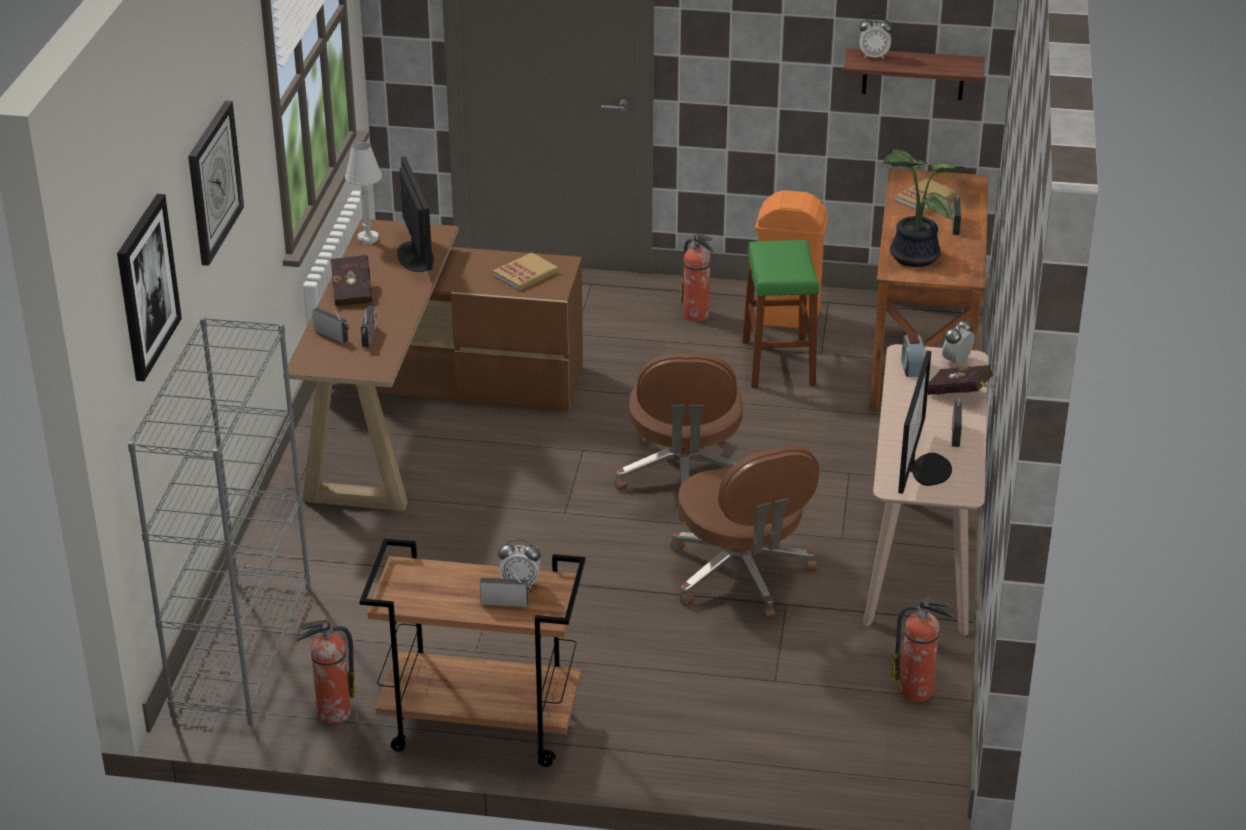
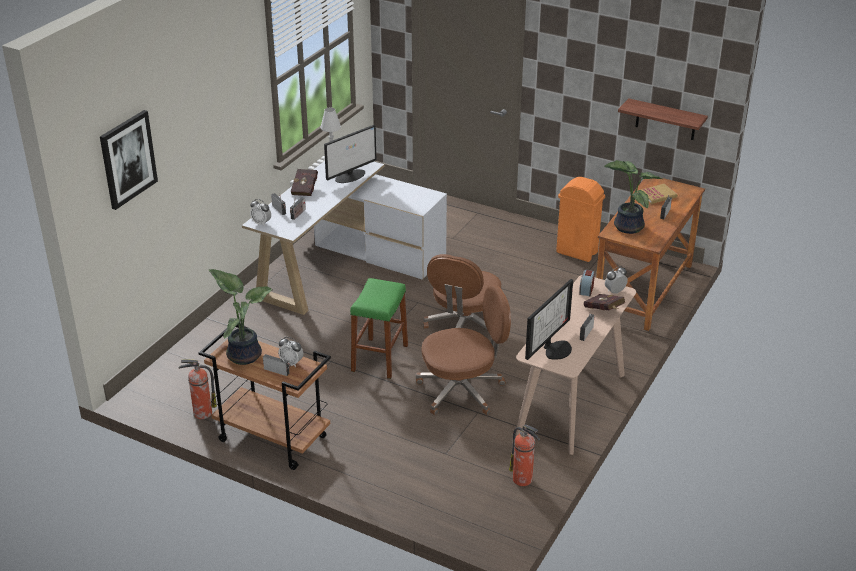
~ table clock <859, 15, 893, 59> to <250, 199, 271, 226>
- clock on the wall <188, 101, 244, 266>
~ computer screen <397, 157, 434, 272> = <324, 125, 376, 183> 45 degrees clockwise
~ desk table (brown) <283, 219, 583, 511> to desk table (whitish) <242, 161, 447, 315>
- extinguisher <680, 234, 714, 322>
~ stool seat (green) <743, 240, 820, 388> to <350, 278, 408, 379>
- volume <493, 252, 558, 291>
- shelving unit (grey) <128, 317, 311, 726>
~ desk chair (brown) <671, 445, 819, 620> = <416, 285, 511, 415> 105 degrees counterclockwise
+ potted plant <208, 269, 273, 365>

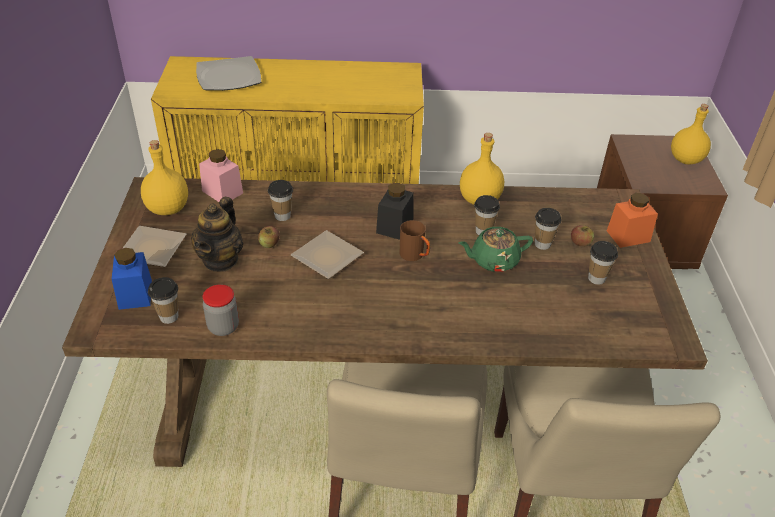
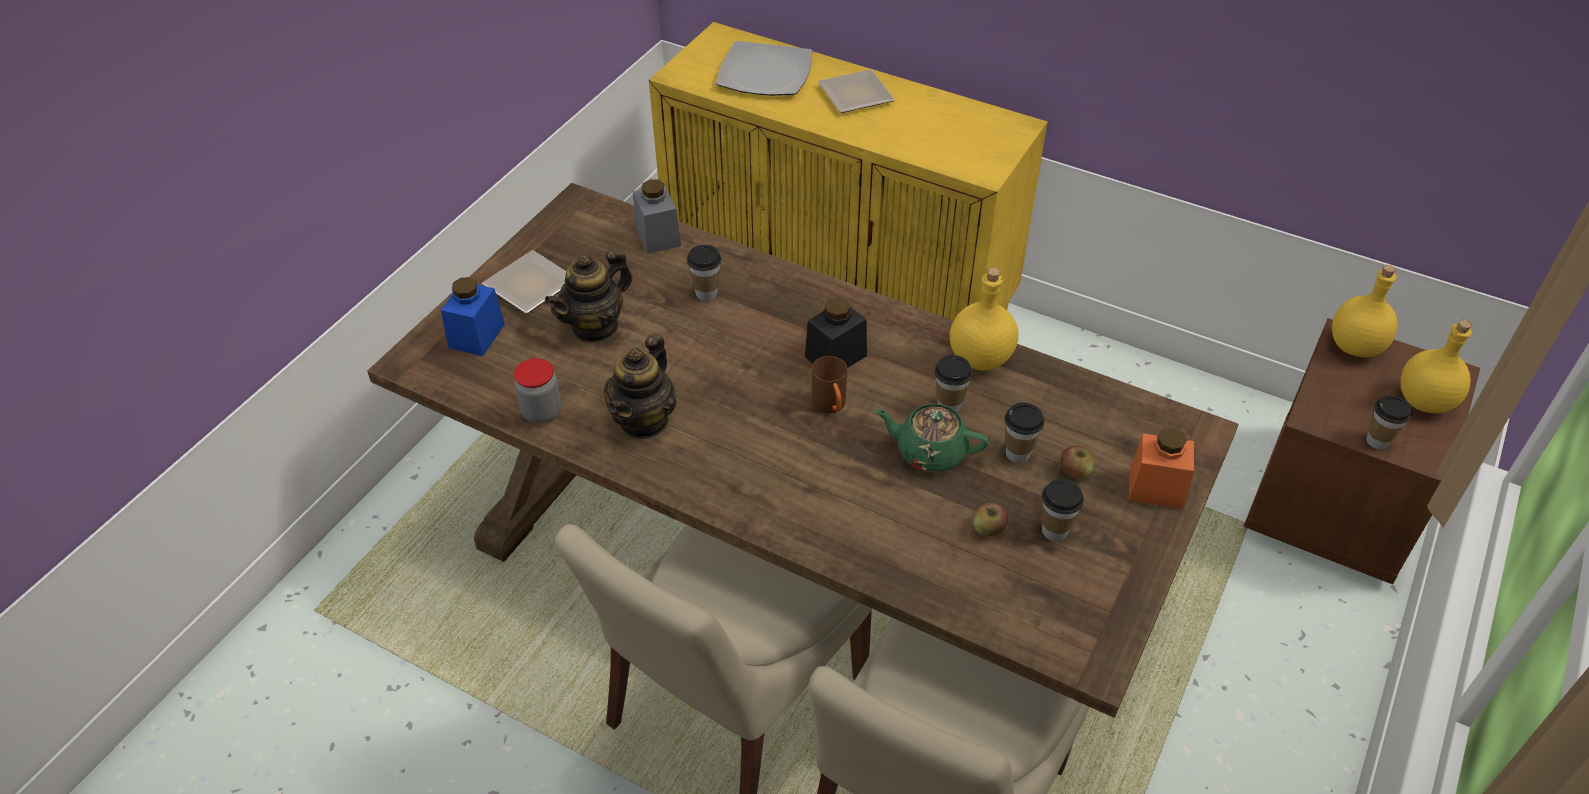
~ drink bottle (yellow) <141, 140, 188, 215> to <1332, 265, 1398, 357>
~ jar (pink) <199, 149, 243, 202> to jar (grey) <633, 179, 681, 254>
~ whole apple <258, 226, 280, 248> to <973, 502, 1008, 537>
~ plate <291, 230, 364, 279> to <818, 69, 895, 113>
~ drinking cup <148, 277, 179, 324> to <1366, 395, 1412, 449>
+ teapot <604, 333, 677, 439>

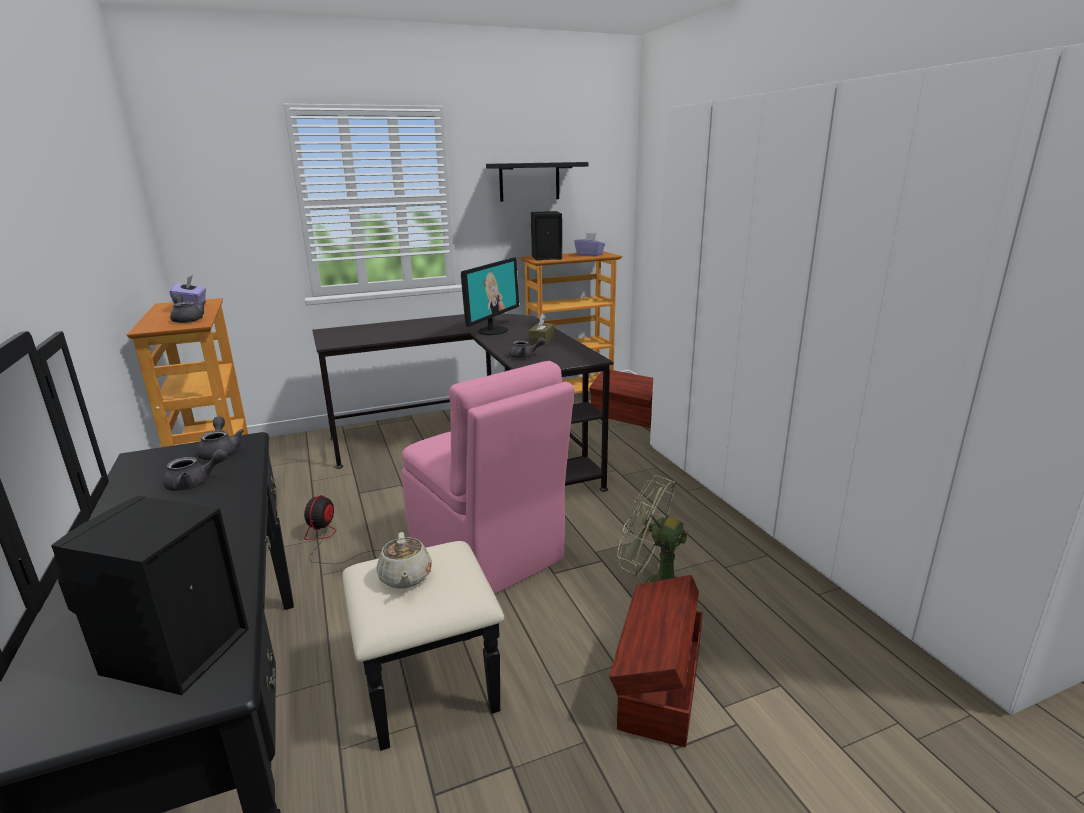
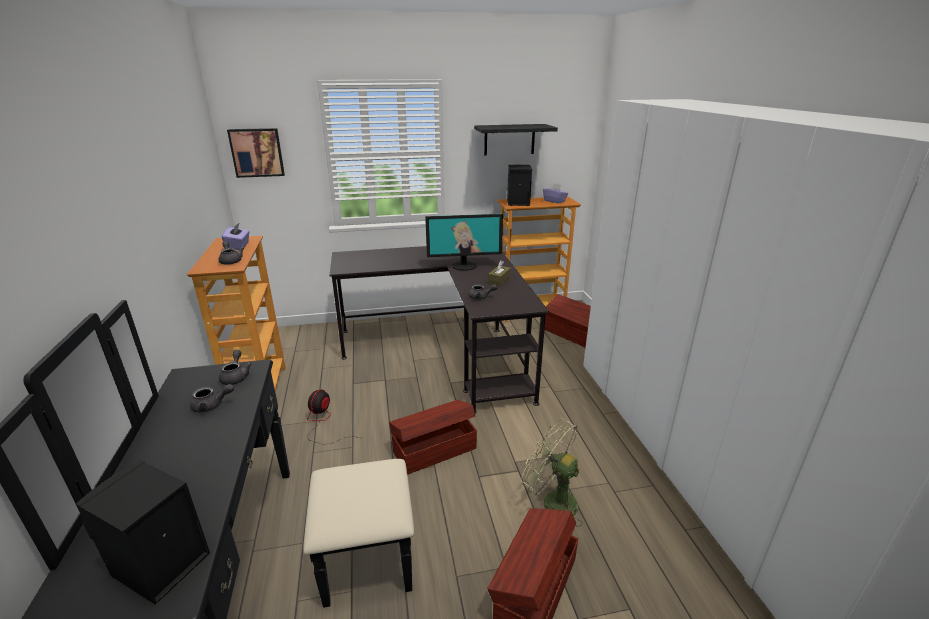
~ computer screen <461, 257, 519, 335> = <425, 214, 503, 271> 45 degrees clockwise
~ plain chair (pink) <401, 361, 575, 594> to storage bin (brown) <389, 400, 477, 475>
- teapot (beige-coloured) <376, 532, 432, 589>
+ wall picture <227, 128, 285, 178>

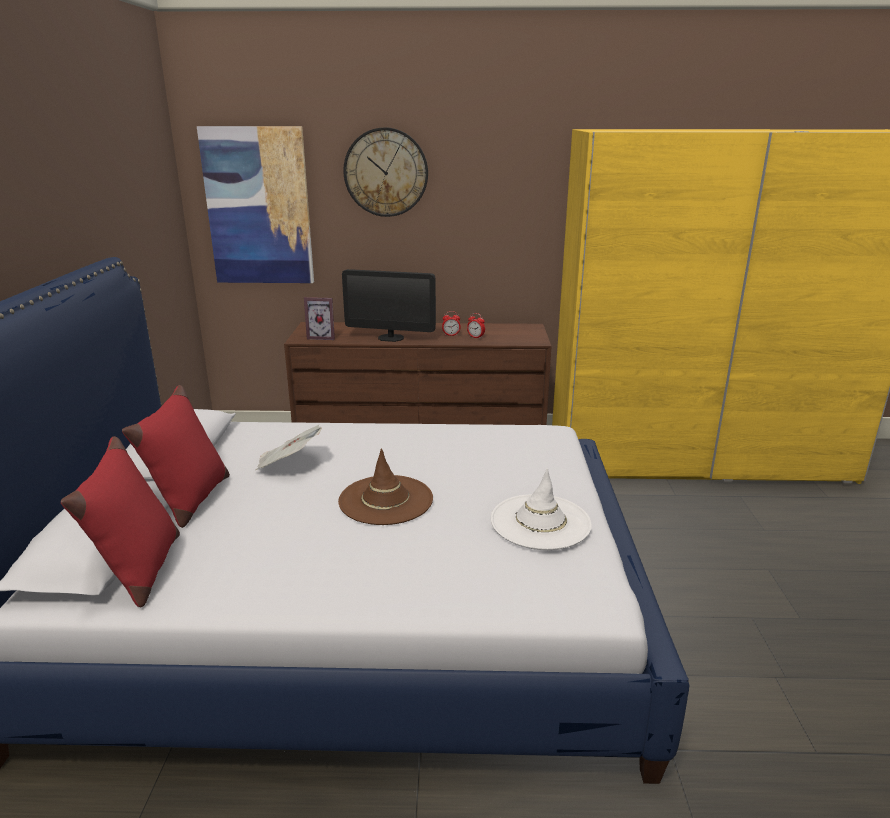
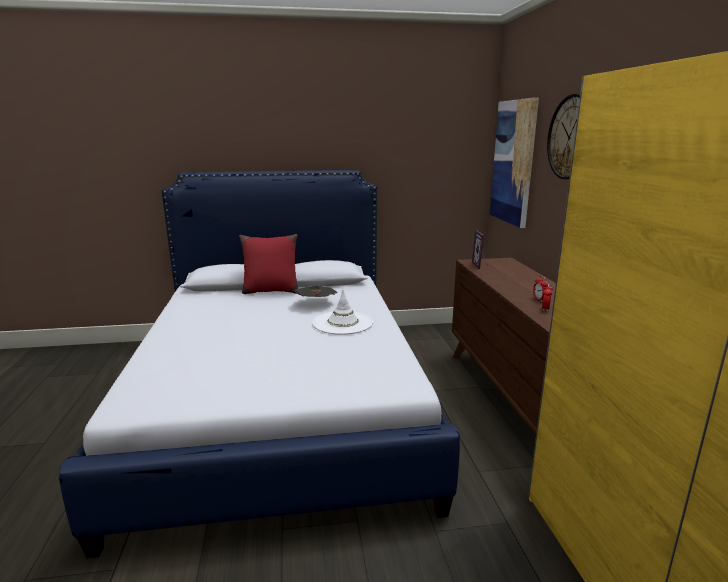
- computer screen <342, 269, 436, 342>
- cushion (reddish) <61, 436, 180, 607>
- hat (brown) <338, 448, 433, 525>
~ hat (whitish) <490, 468, 592, 550> to <313, 289, 373, 335>

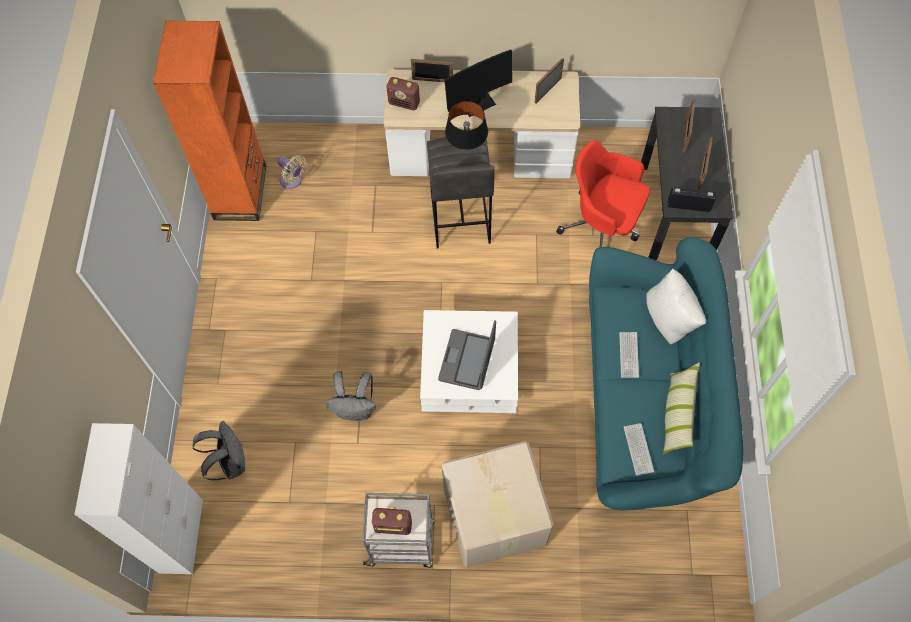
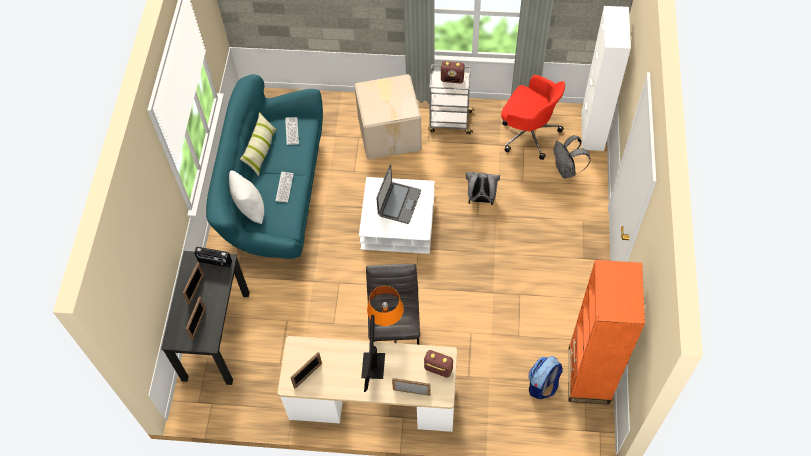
~ computer screen <444, 50, 512, 117> = <361, 314, 385, 392> 60 degrees counterclockwise
~ lamp for a table (black-coloured) <445, 101, 488, 150> to lamp for a table (orange) <367, 286, 404, 326>
~ desk chair (reddish) <556, 140, 650, 247> to <501, 75, 565, 160>
~ fan (beige-coloured) <277, 155, 306, 189> to rucksack <528, 356, 563, 399>

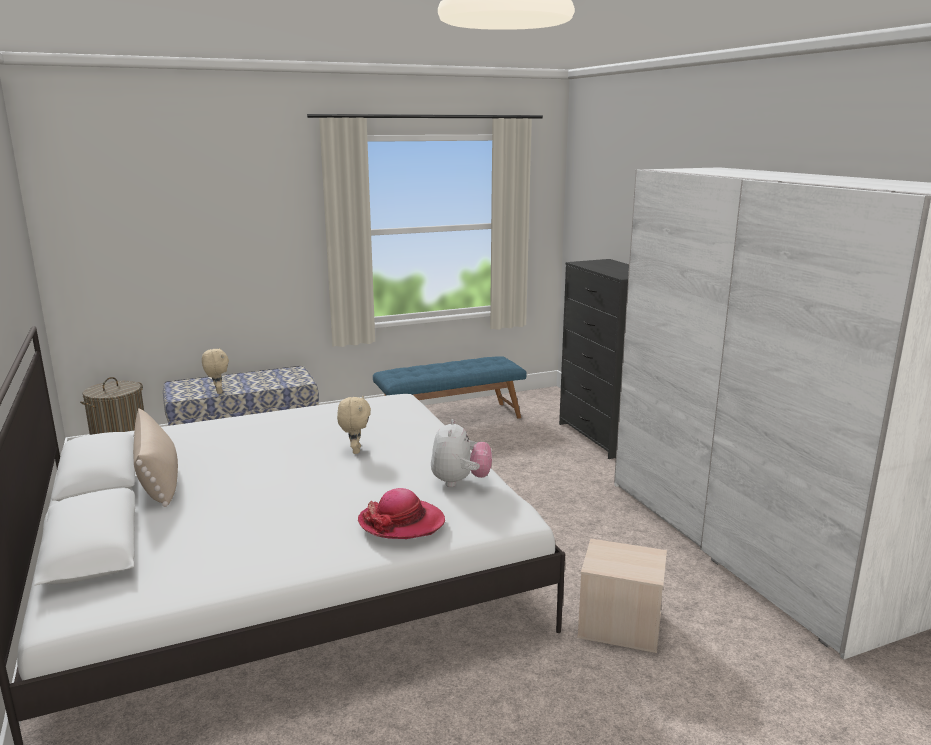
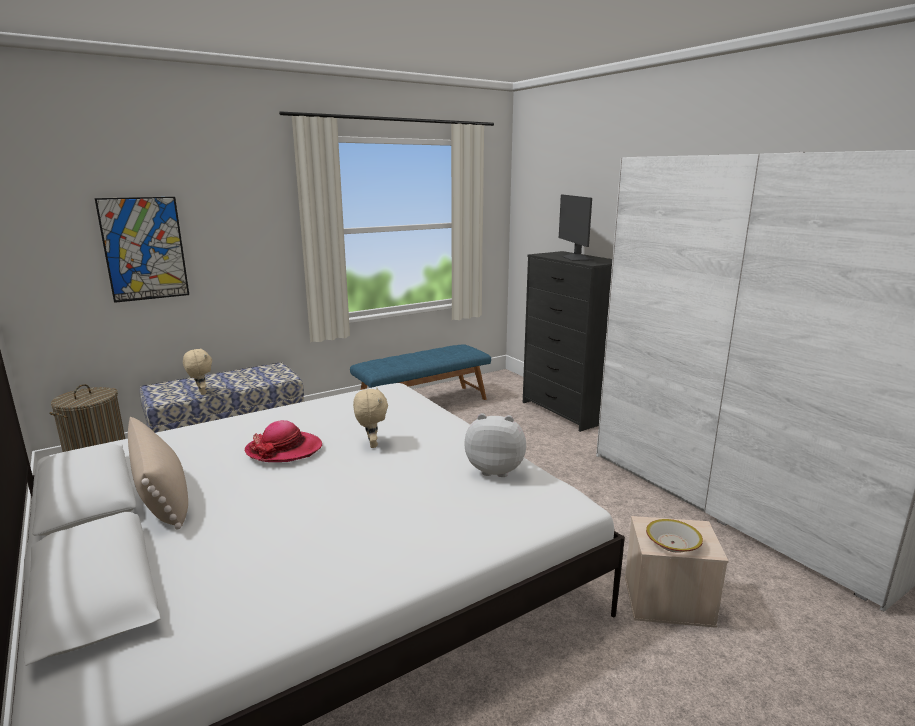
~ soft toy <431, 419, 492, 487> = <464, 413, 526, 477> 75 degrees counterclockwise
~ hat <358, 488, 445, 539> to <245, 420, 322, 462>
+ computer screen <559, 194, 594, 261>
+ wall picture <95, 197, 189, 303>
+ bowl <646, 519, 703, 553>

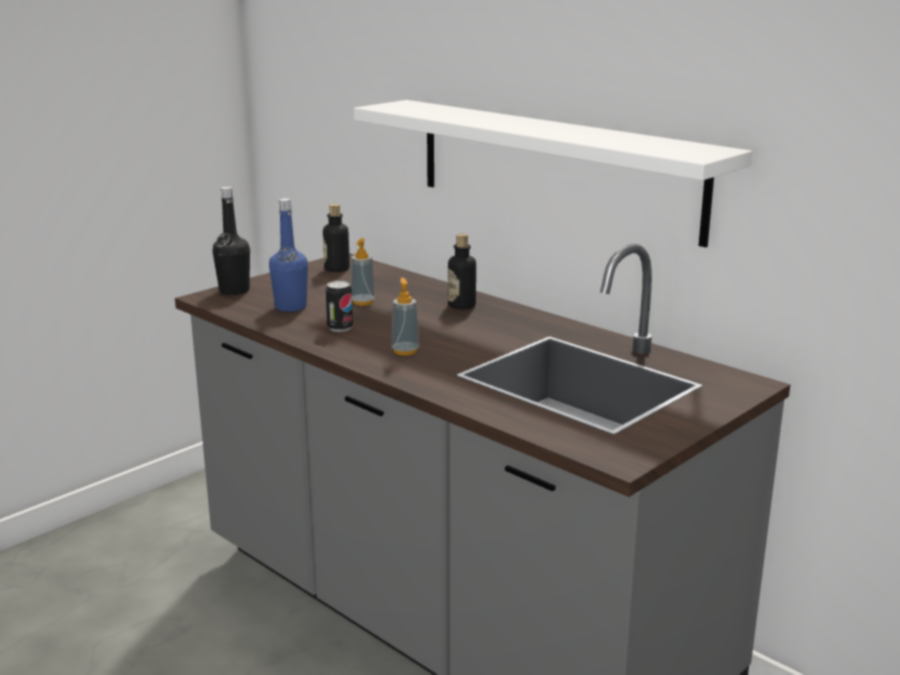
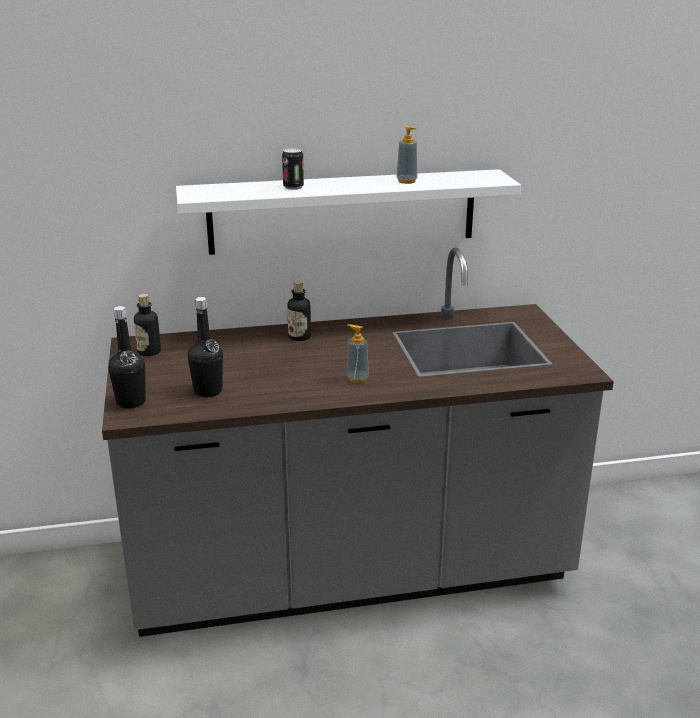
~ drink bottle (blue) <269, 198, 308, 312> to drink bottle (black-coloured) <188, 297, 223, 397>
~ soap dispenser <351, 238, 375, 306> to <396, 126, 418, 184>
~ sealed can <326, 281, 353, 332> to <282, 148, 304, 190>

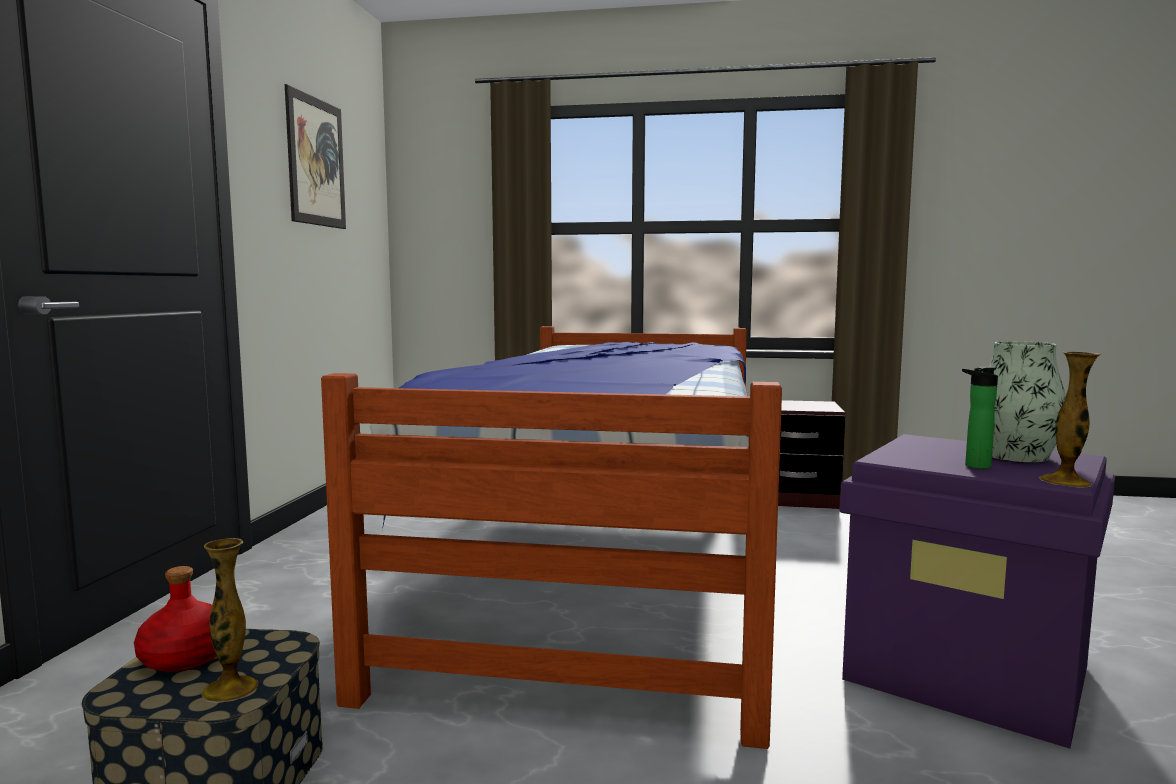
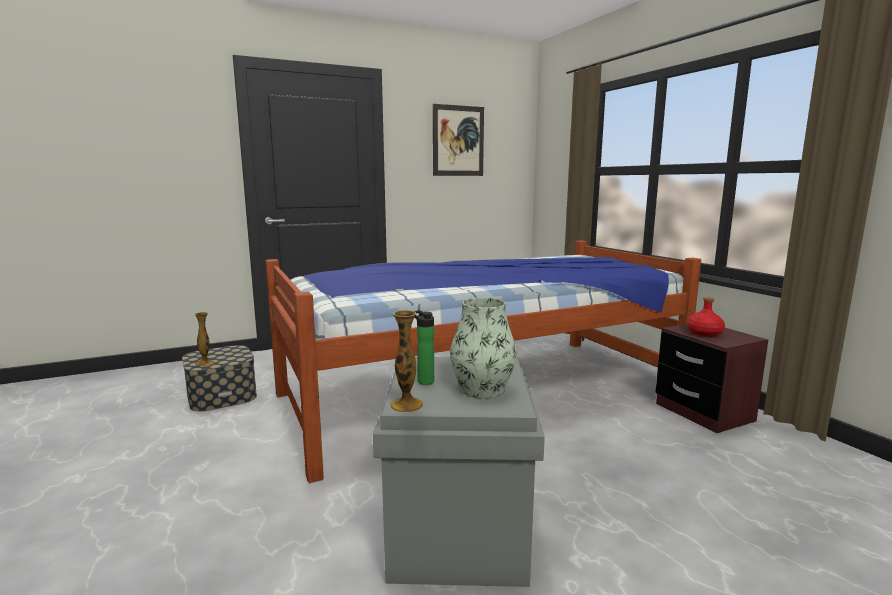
~ storage bin (purple-coloured) <839, 434, 1115, 749> to storage bin (grey) <373, 357, 545, 587>
~ drink bottle (reddish) <134, 566, 217, 672> to <687, 297, 725, 337>

